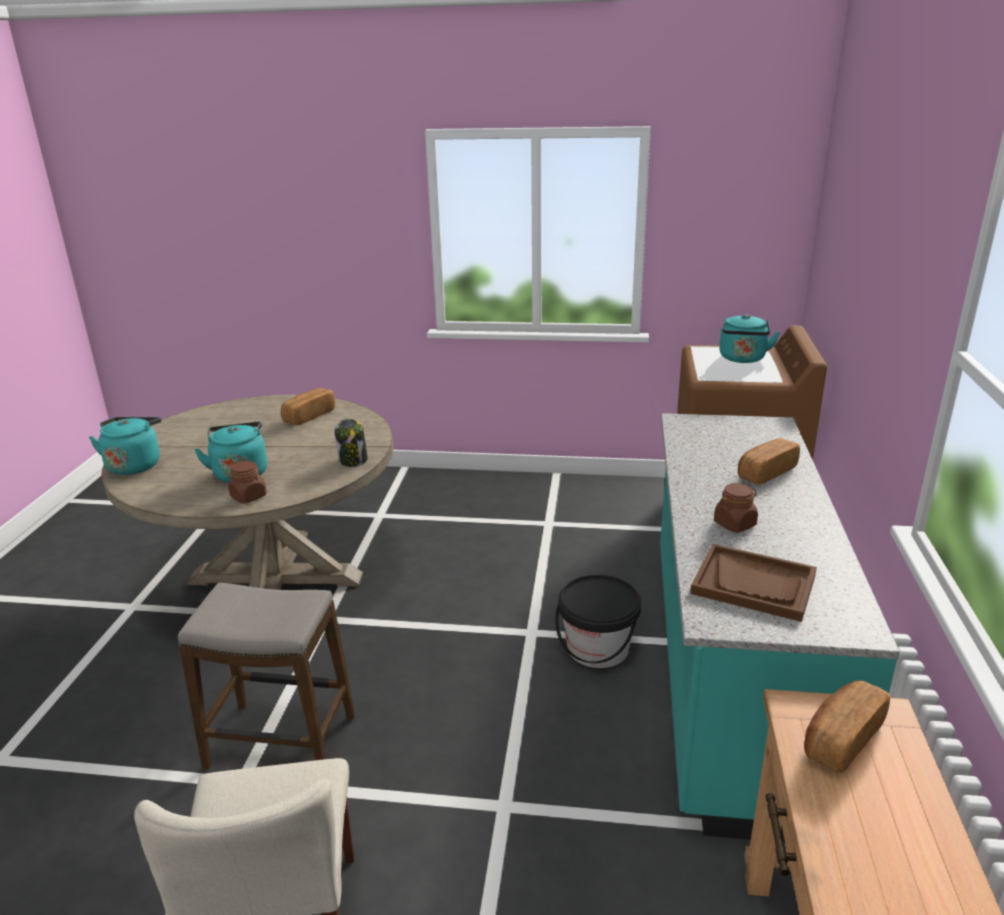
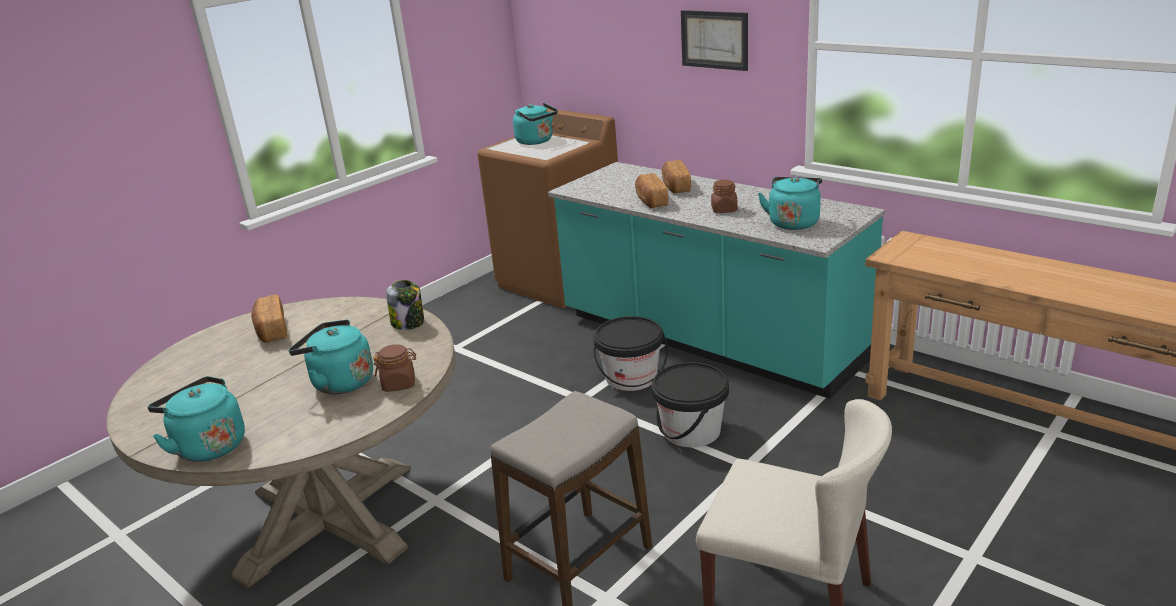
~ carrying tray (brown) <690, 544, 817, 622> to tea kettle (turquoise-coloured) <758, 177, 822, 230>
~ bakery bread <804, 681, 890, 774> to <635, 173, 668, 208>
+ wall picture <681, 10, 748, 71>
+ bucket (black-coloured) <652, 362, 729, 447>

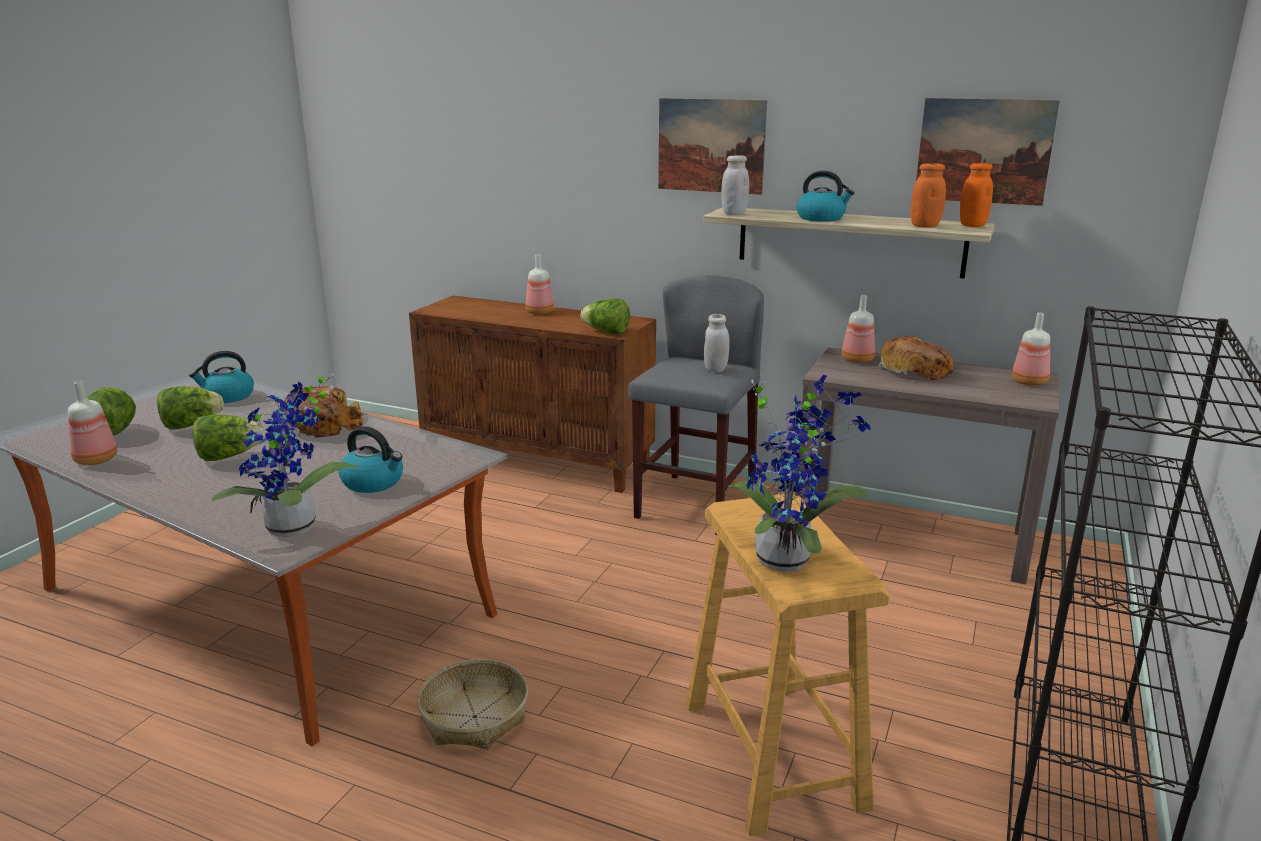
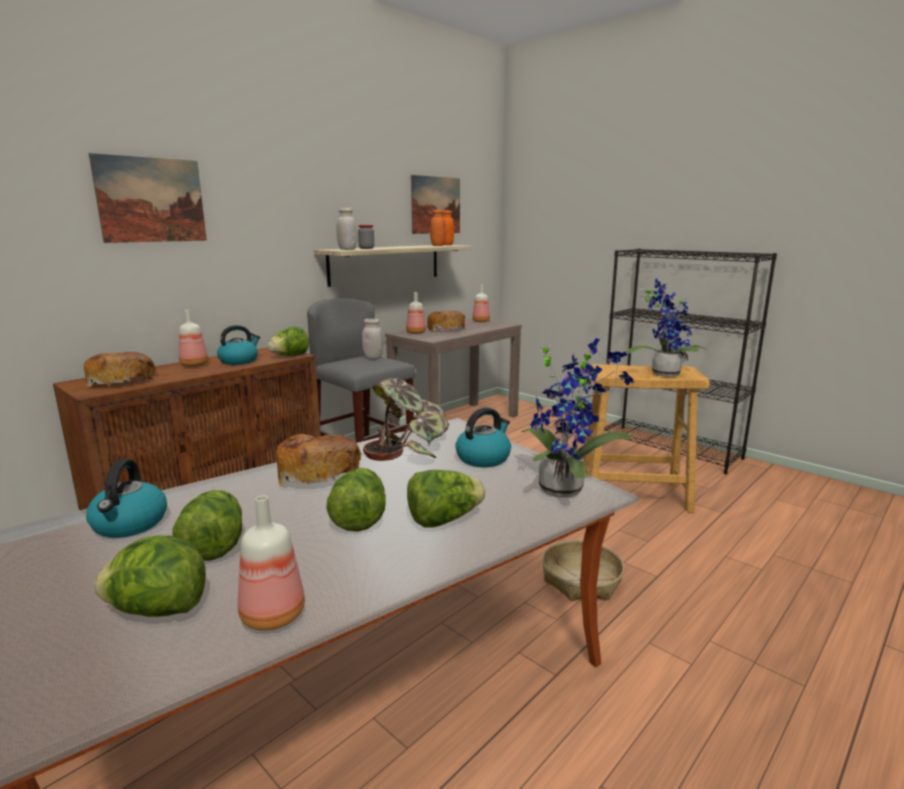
~ wall picture <658, 98, 767, 195> to <89, 153, 207, 243>
~ tea kettle <797, 171, 855, 222> to <217, 325, 260, 365>
+ jar <358, 225, 374, 249>
+ bakery bread <84, 352, 156, 387>
+ potted plant <363, 378, 450, 461>
+ lettuce <407, 470, 485, 527>

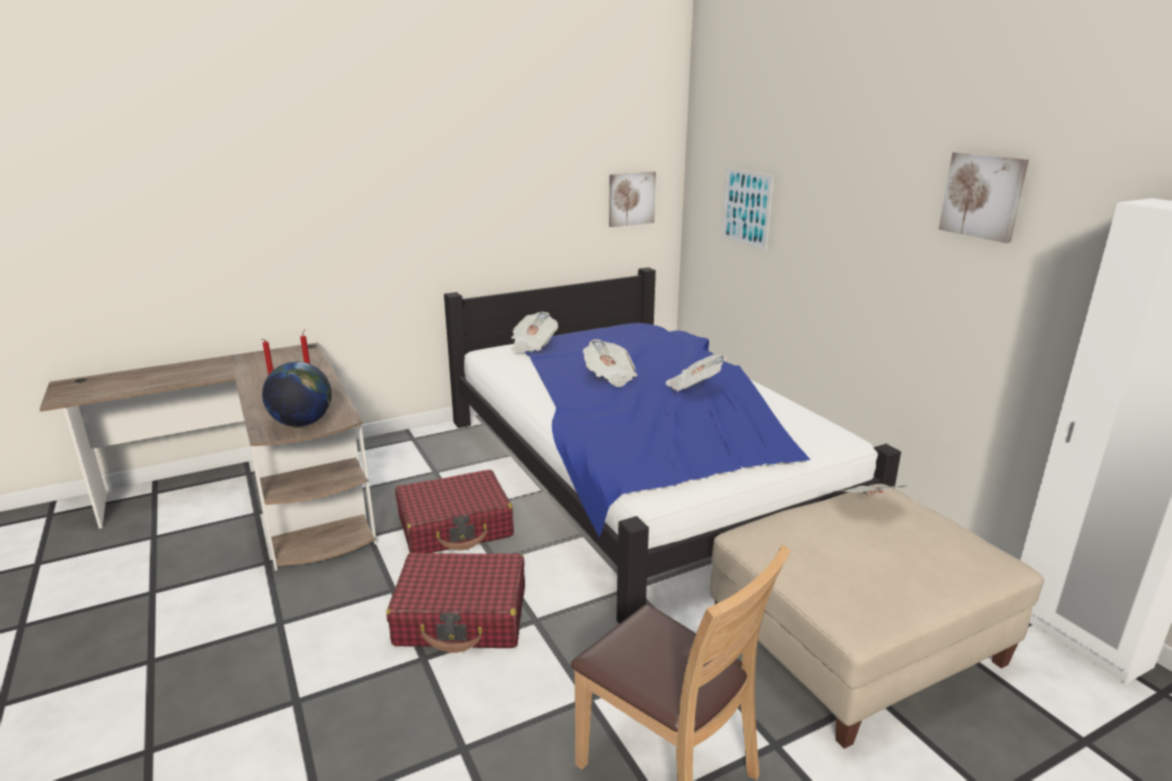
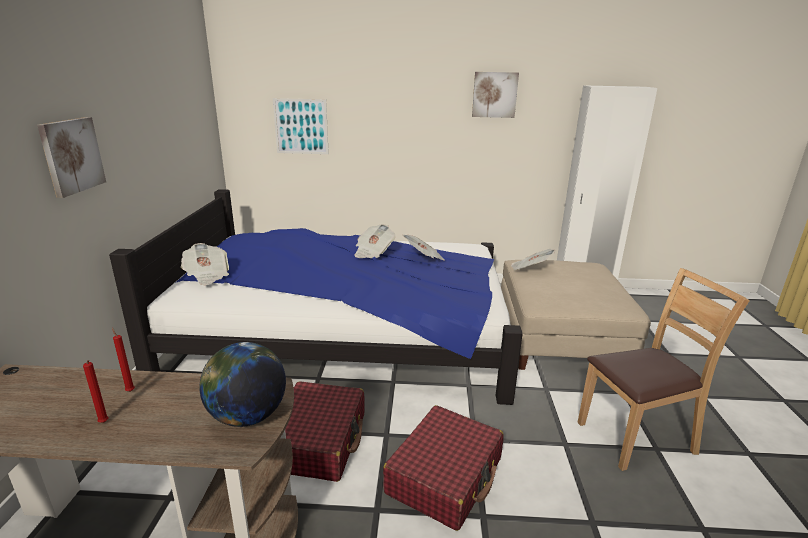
~ wall picture <609, 171, 656, 227> to <37, 117, 106, 198>
~ printed paper <583, 339, 637, 387> to <403, 235, 446, 261>

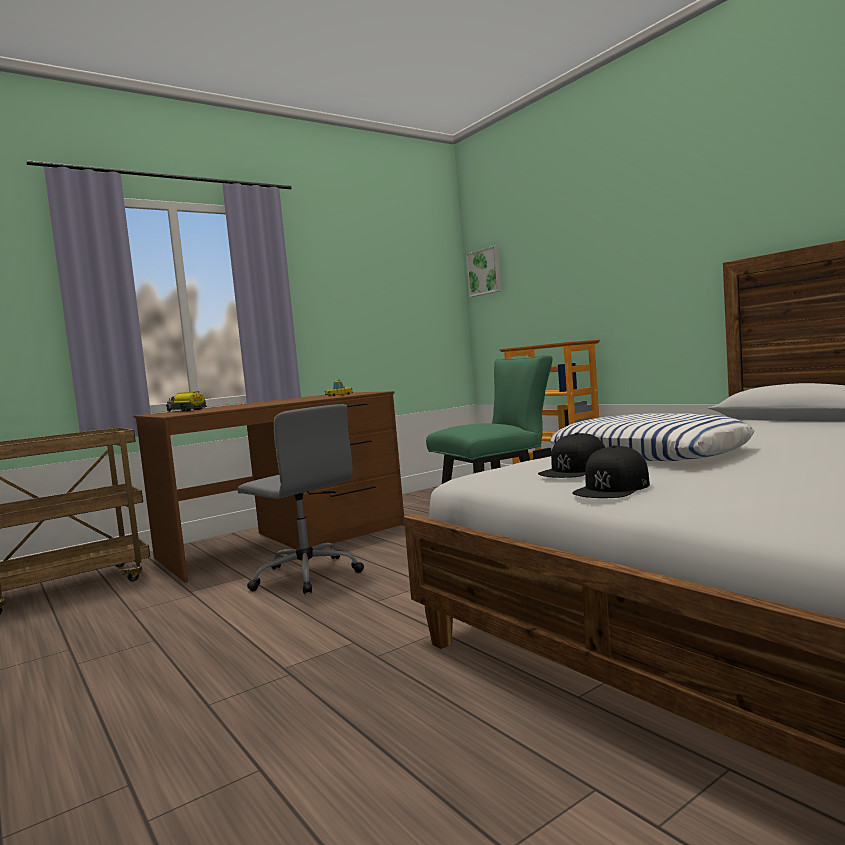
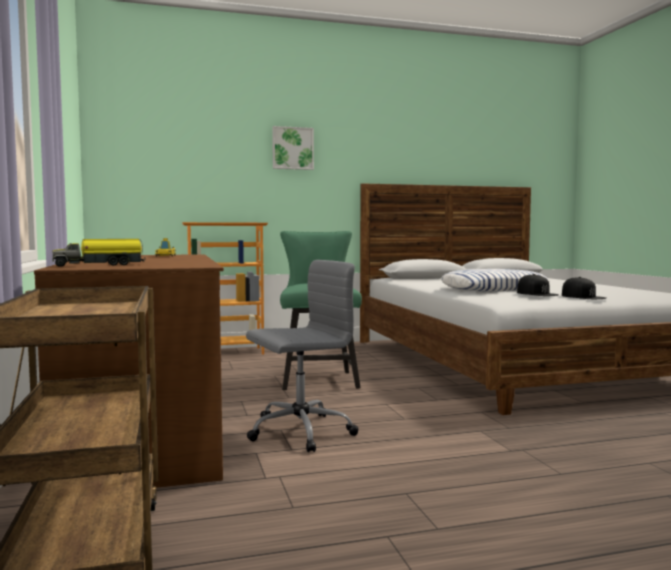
~ wall picture <466, 246, 502, 297> to <272, 126, 314, 170>

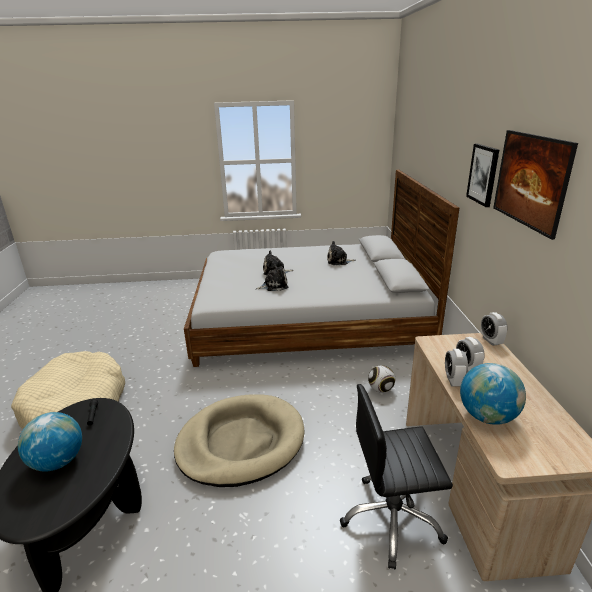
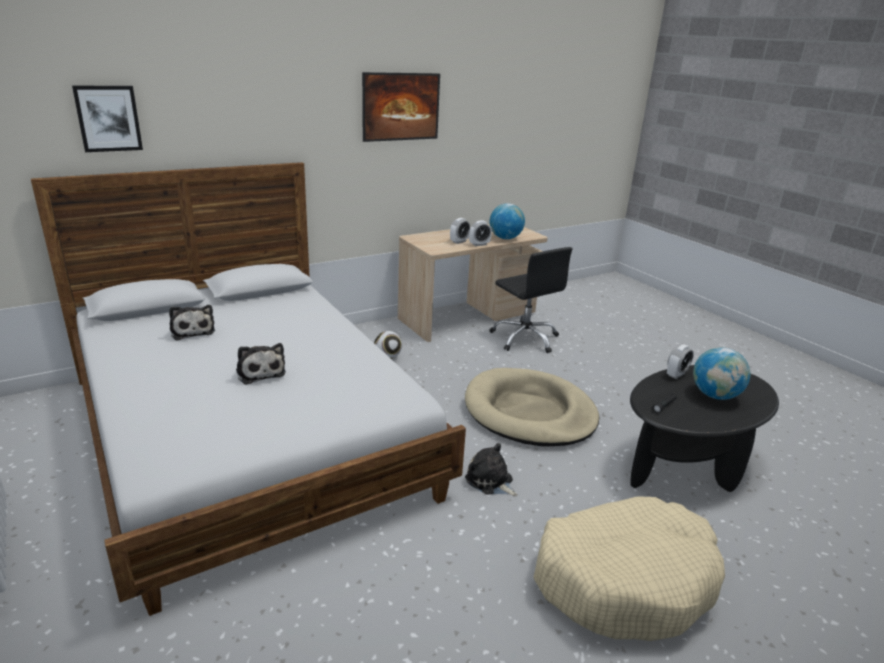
~ wall picture <466, 144, 499, 207> to <72, 86, 143, 152>
~ soft toy <256, 264, 289, 291> to <465, 443, 518, 496>
~ table clock <480, 312, 508, 346> to <667, 344, 694, 379>

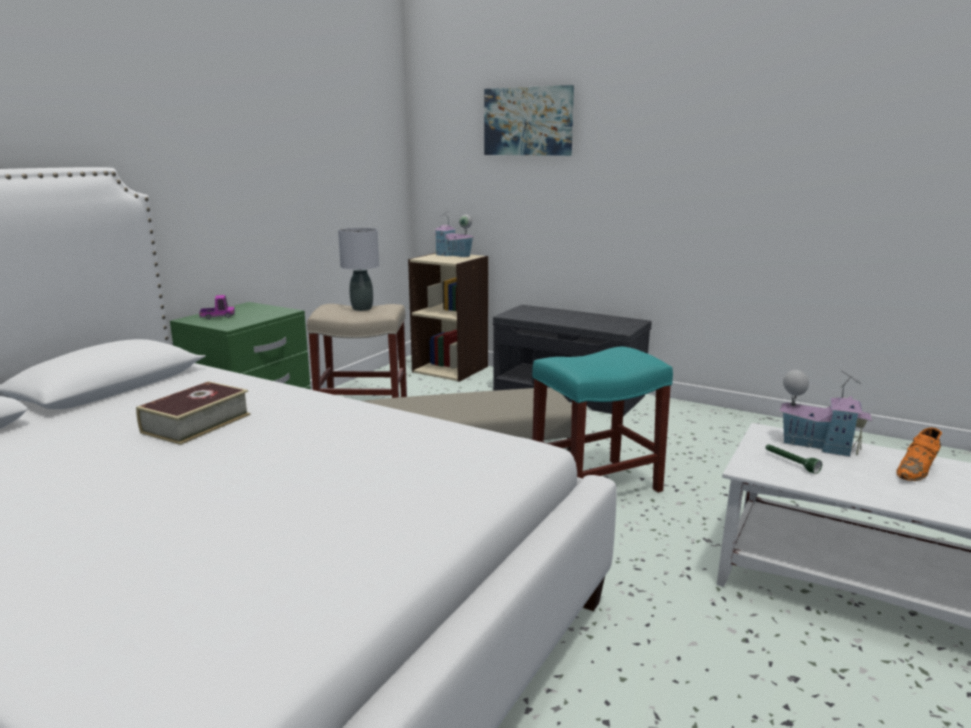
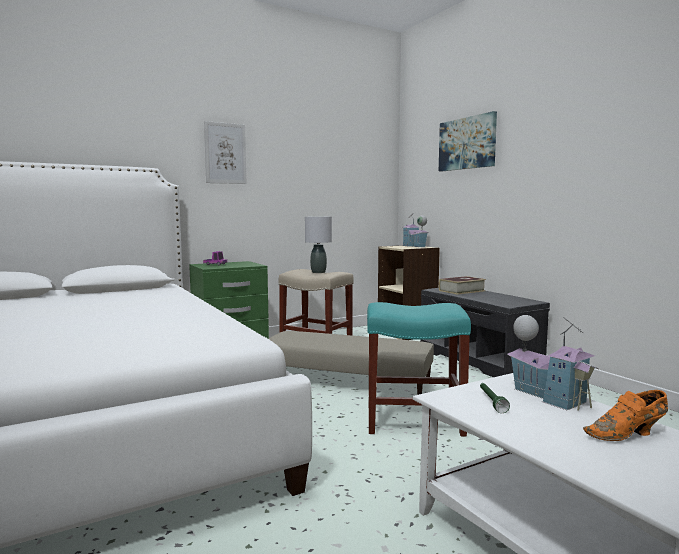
~ volume <136, 381, 251, 445> to <439, 276, 486, 295>
+ wall picture <204, 121, 247, 184>

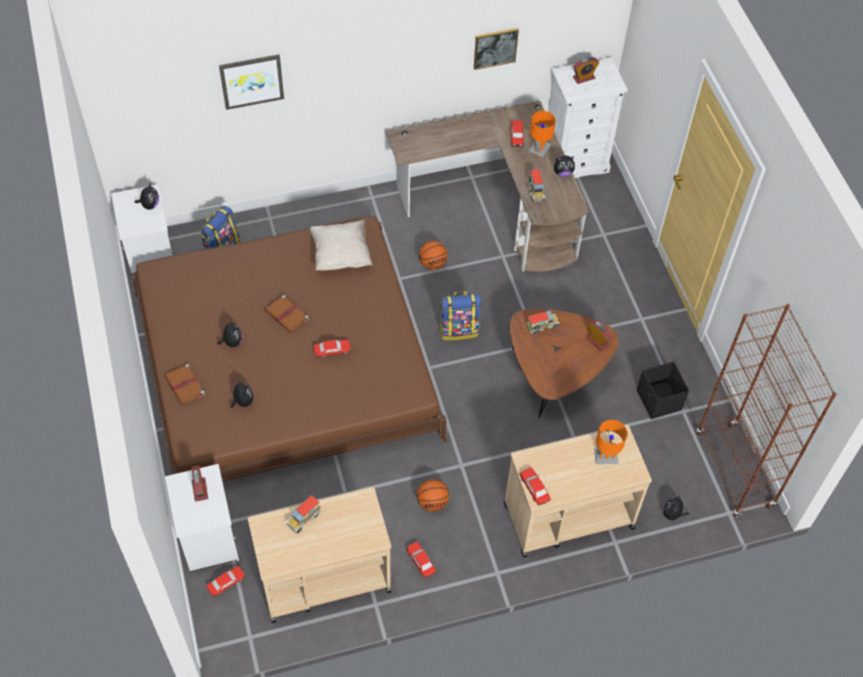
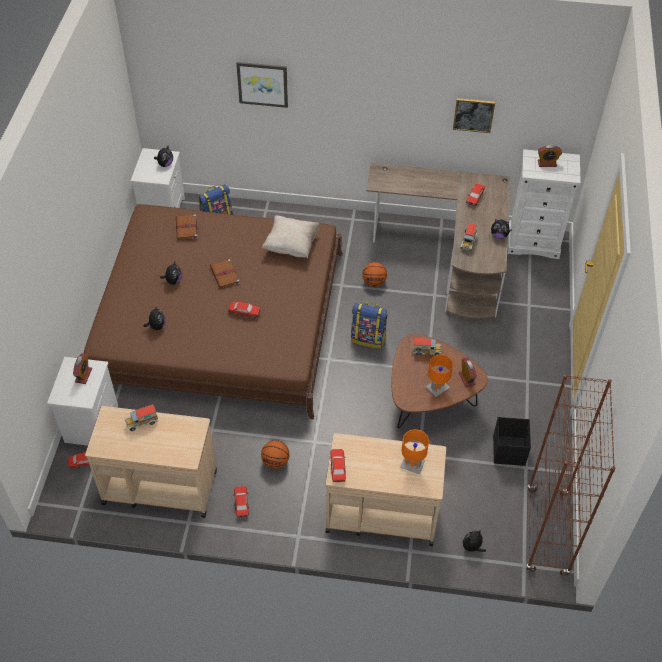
~ lamp for a table (orange) <528, 111, 556, 157> to <426, 354, 453, 397>
~ volume (brown) <165, 364, 205, 405> to <176, 214, 198, 241>

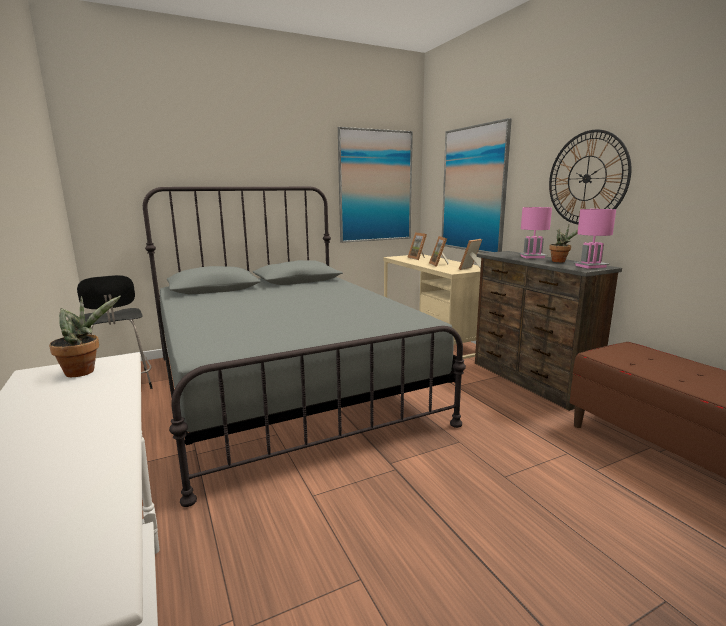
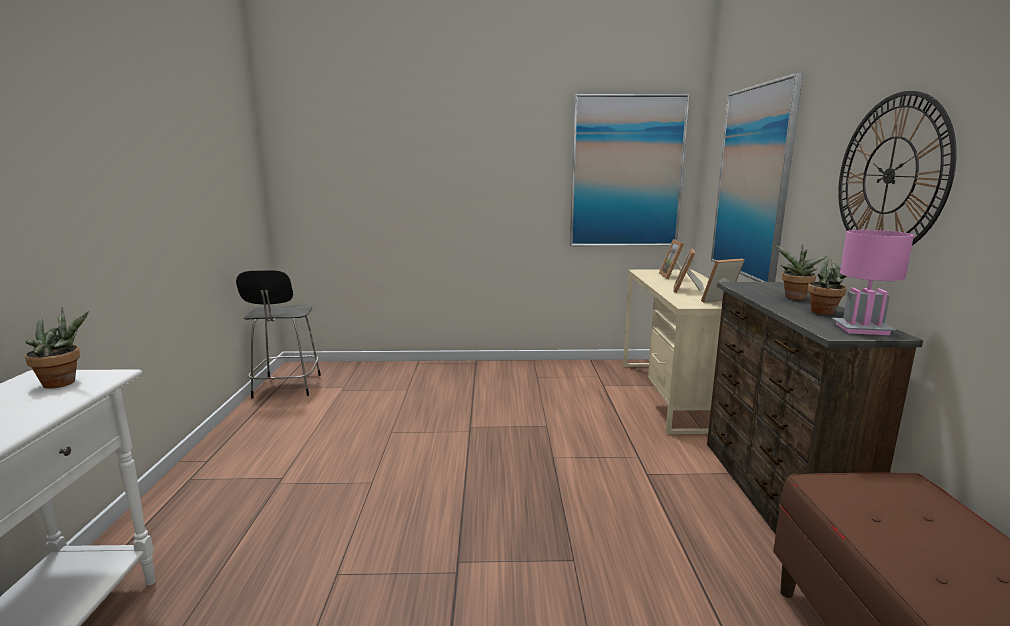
- bed (grey) <143, 187, 466, 507>
~ lamp for a table (pink) <519, 207, 552, 258> to potted plant <773, 244, 827, 300>

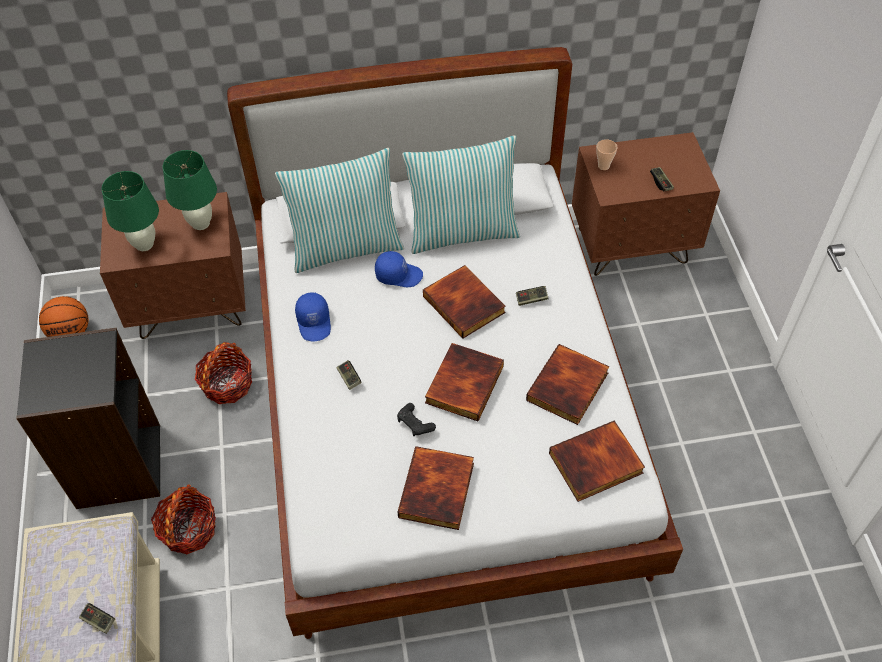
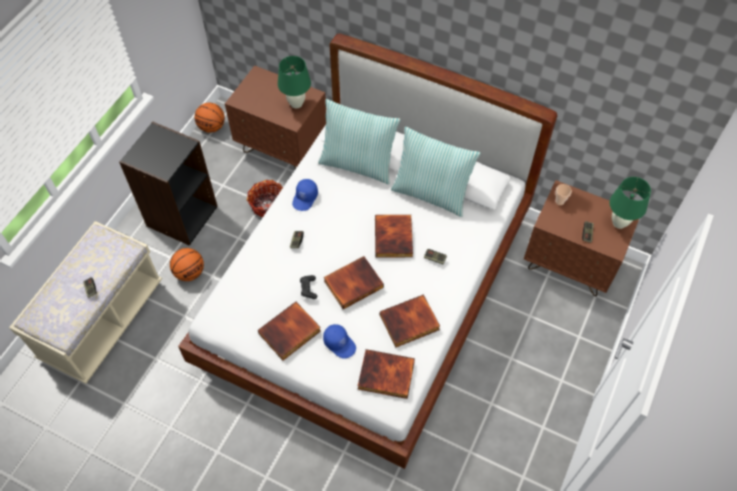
~ lamp for a table (green) <102, 171, 159, 251> to <610, 177, 651, 229>
~ cap (blue) <375, 251, 423, 287> to <323, 324, 356, 359>
~ storage basket <151, 484, 216, 554> to basketball ball <170, 248, 204, 281>

